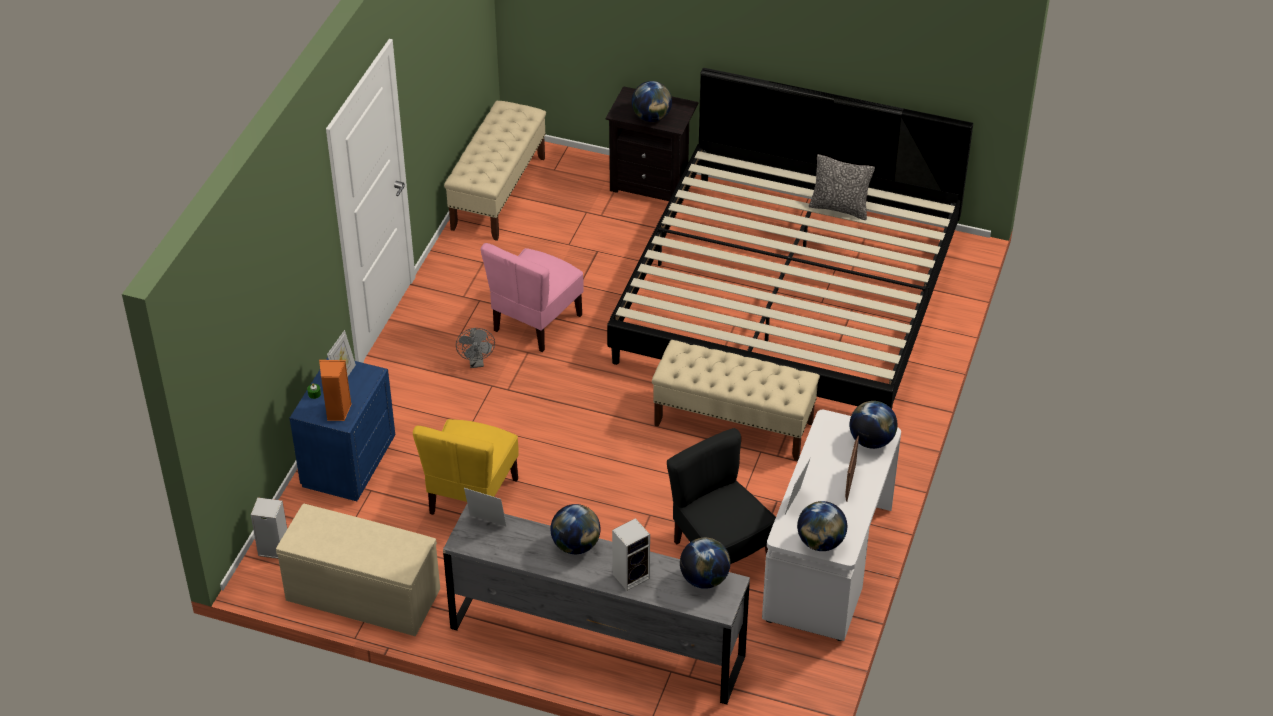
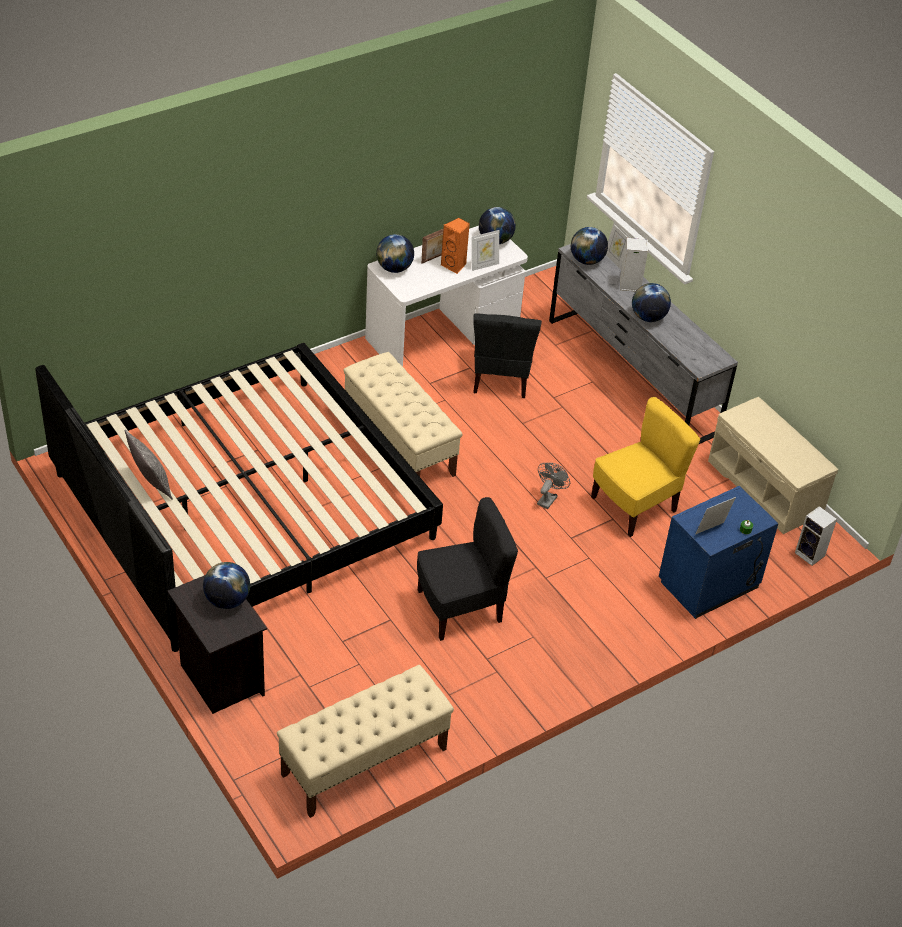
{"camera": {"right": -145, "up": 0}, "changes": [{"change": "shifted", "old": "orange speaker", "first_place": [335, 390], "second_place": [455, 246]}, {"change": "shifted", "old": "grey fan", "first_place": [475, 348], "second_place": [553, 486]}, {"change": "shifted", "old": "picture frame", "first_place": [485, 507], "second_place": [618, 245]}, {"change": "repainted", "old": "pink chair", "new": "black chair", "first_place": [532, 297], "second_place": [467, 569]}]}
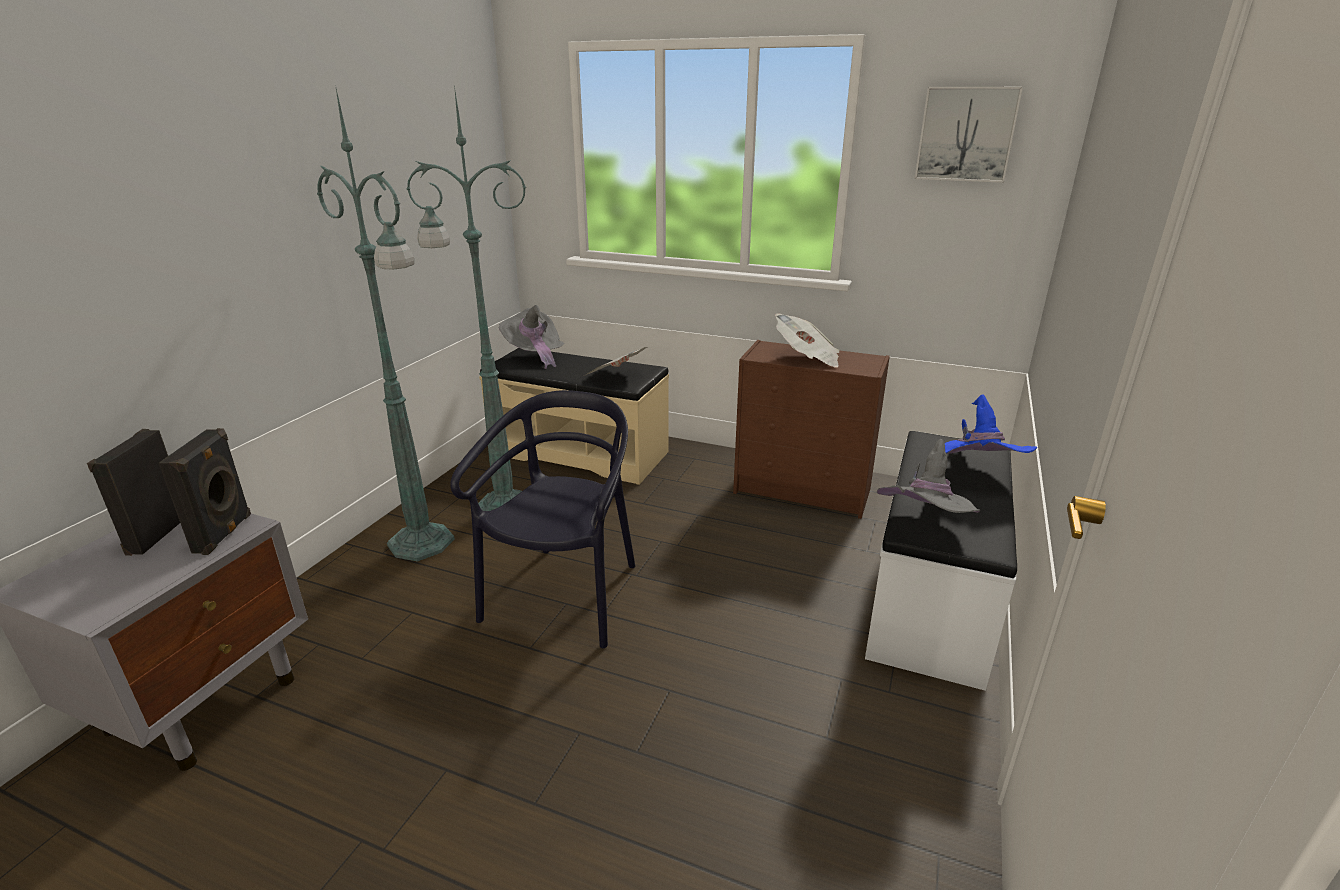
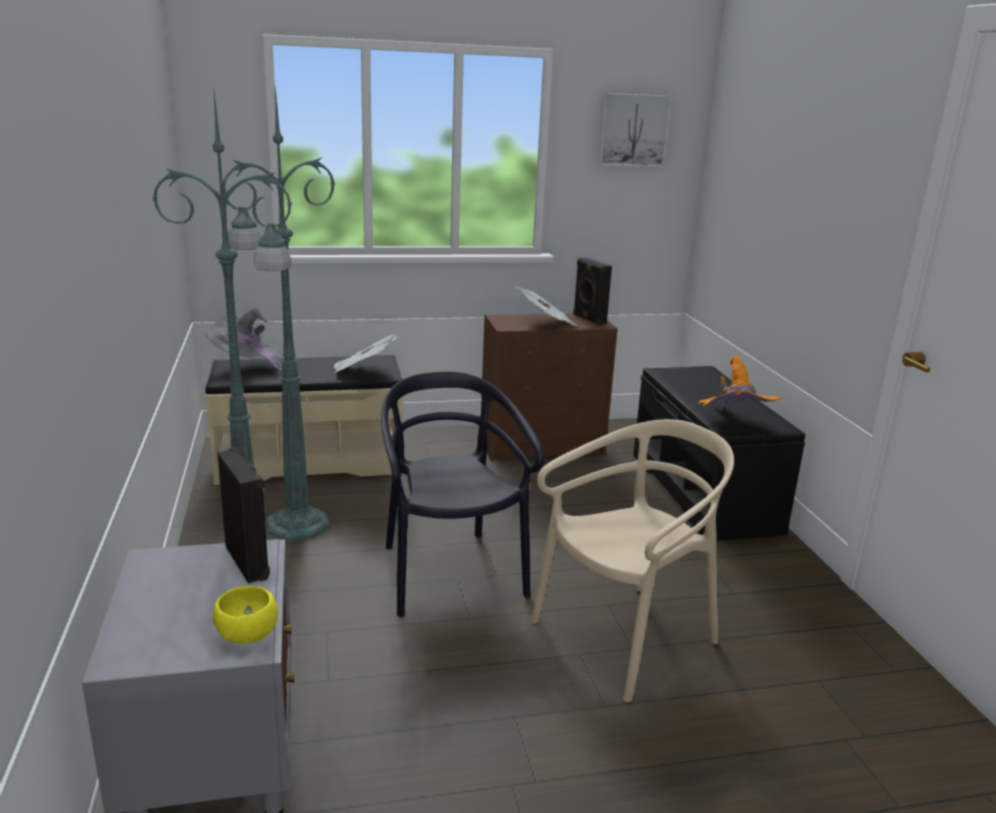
{"camera": {"right": -35, "up": -5}, "changes": [{"change": "shifted", "old": "black speaker", "first_place": [133, 492], "second_place": [592, 291]}, {"change": "repainted", "old": "white bench", "new": "black bench", "first_place": [941, 561], "second_place": [719, 453]}, {"change": "repainted", "old": "grey hat", "new": "orange hat", "first_place": [928, 476], "second_place": [740, 381]}, {"change": "gone", "old": "blue hat", "first_place": [991, 424]}, {"change": "new", "new": "yellow bowl", "second_place": [245, 615]}, {"change": "new", "new": "beige chair", "second_place": [632, 560]}]}
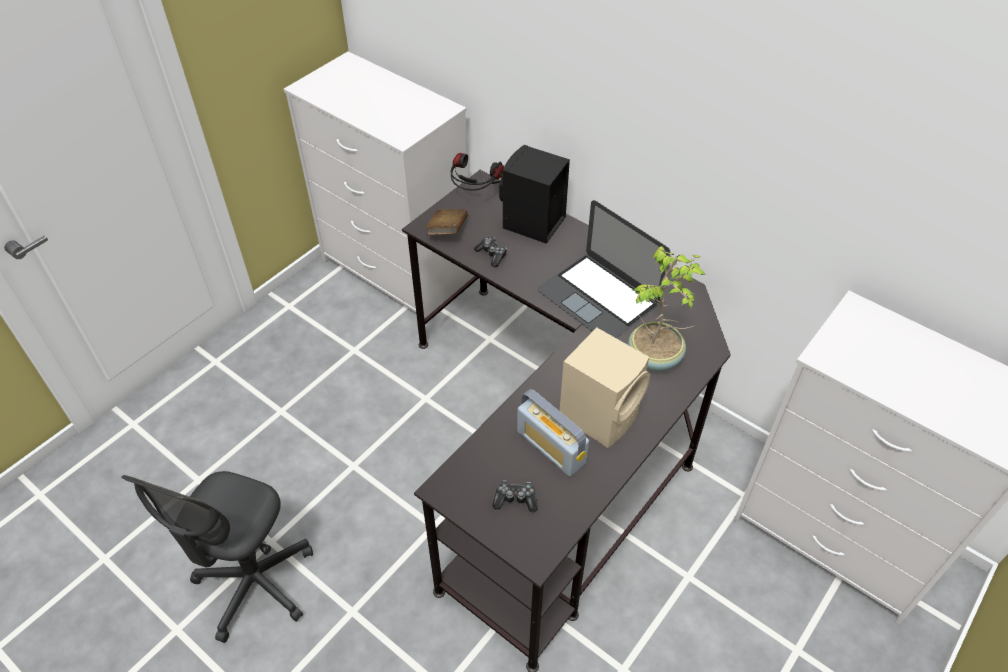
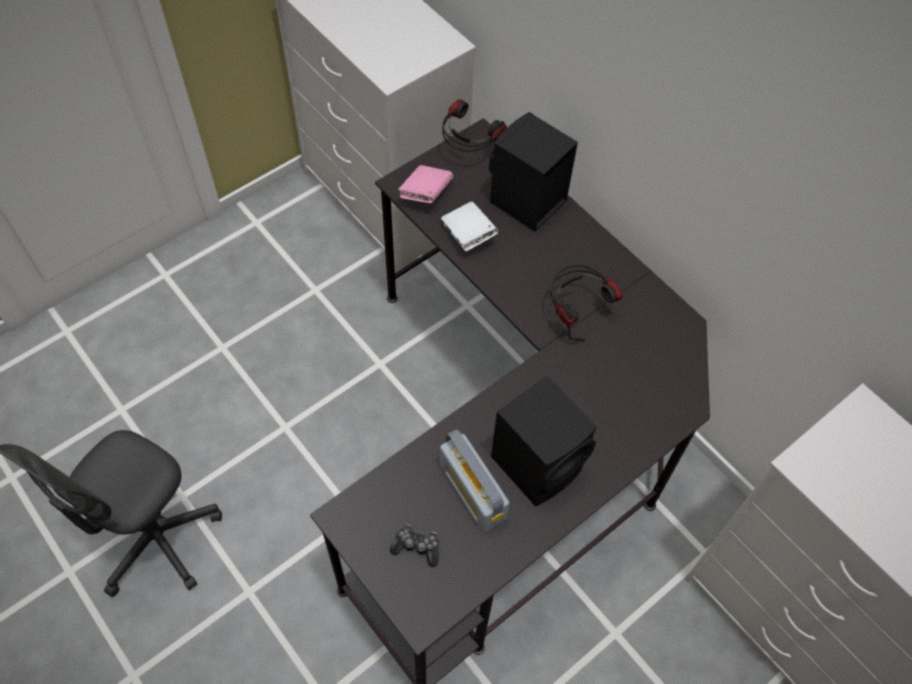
{"camera": {"right": 10, "up": 10}, "changes": [{"change": "repainted", "old": "brown book", "new": "pink book", "first_place": [447, 222], "second_place": [425, 184]}, {"change": "swapped", "old": "game controller", "new": "white book", "first_place": [490, 252], "second_place": [469, 226]}, {"change": "swapped", "old": "laptop", "new": "headphones", "first_place": [603, 269], "second_place": [586, 302]}, {"change": "repainted", "old": "beige speaker", "new": "black speaker", "first_place": [605, 388], "second_place": [544, 441]}, {"change": "gone", "old": "potted plant", "first_place": [667, 308]}]}
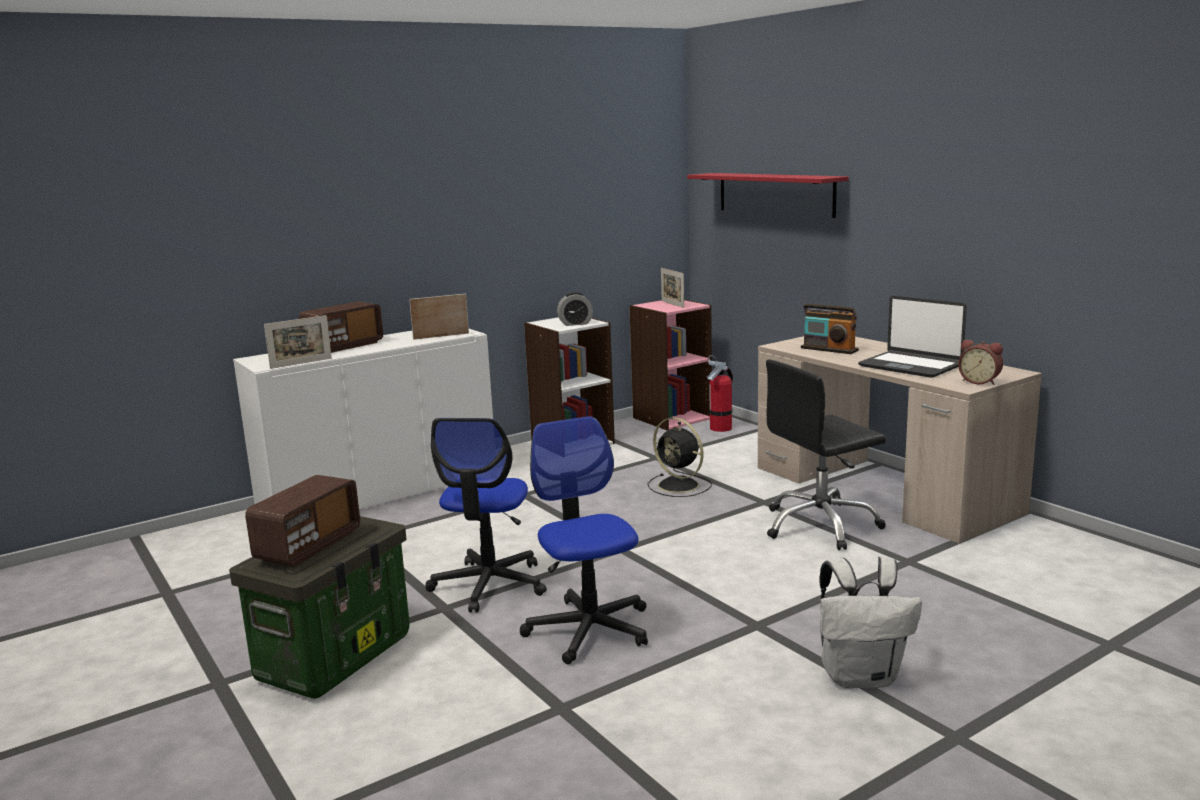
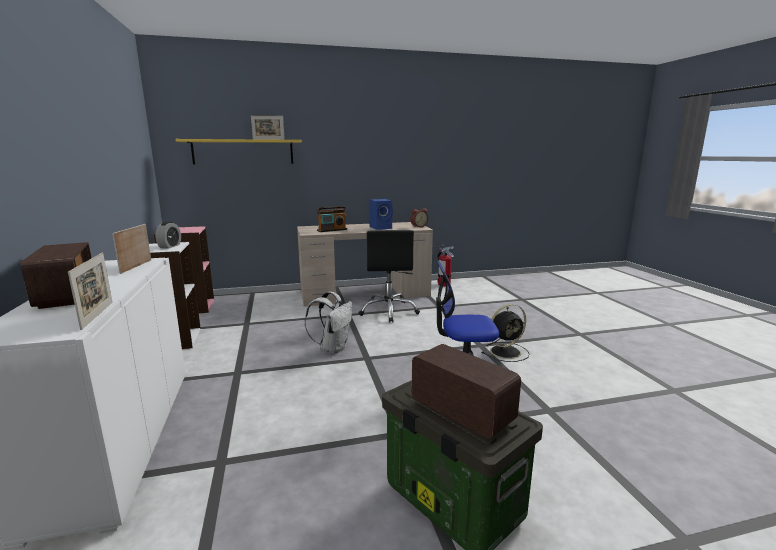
{"camera": {"right": -70, "up": 0}, "changes": [{"change": "gone", "old": "office chair", "first_place": [486, 515]}, {"change": "shifted", "old": "black fan", "first_place": [680, 457], "second_place": [506, 333]}, {"change": "shifted", "old": "picture frame", "first_place": [672, 288], "second_place": [268, 128]}, {"change": "repainted", "old": "red shelf", "new": "yellow shelf", "first_place": [768, 195], "second_place": [239, 151]}, {"change": "shifted", "old": "fire extinguisher", "first_place": [720, 393], "second_place": [445, 266]}, {"change": "shifted", "old": "white backpack", "first_place": [870, 623], "second_place": [328, 323]}, {"change": "swapped", "old": "laptop", "new": "blue speaker", "first_place": [912, 337], "second_place": [381, 214]}]}
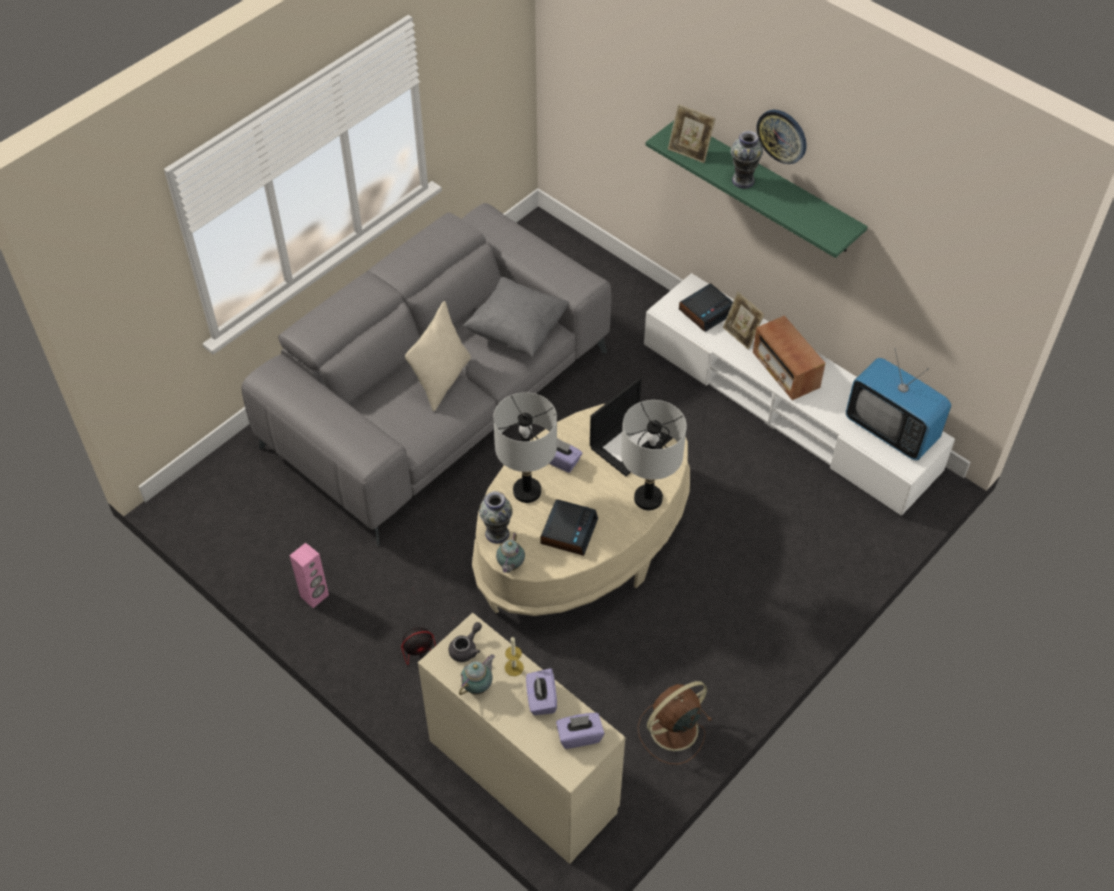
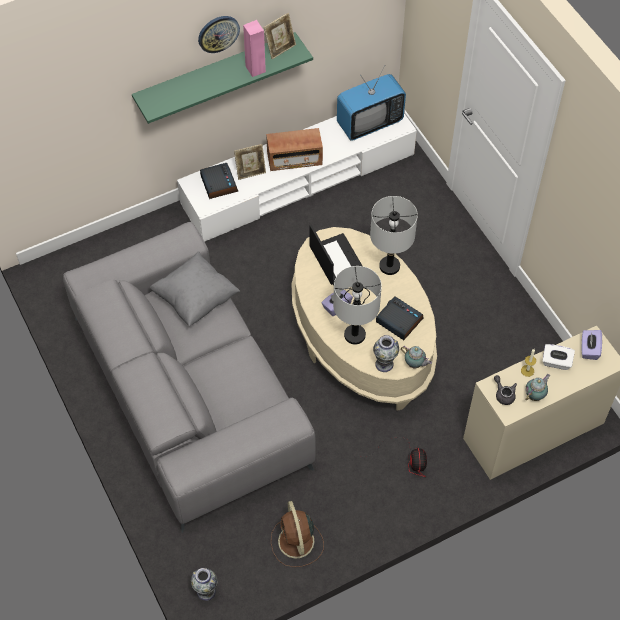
{"camera": {"right": -70, "up": 5}, "changes": [{"change": "shifted", "old": "pink speaker", "first_place": [309, 575], "second_place": [254, 48]}, {"change": "gone", "old": "beige pillow", "first_place": [438, 356]}, {"change": "rotated", "old": "teapot", "first_place": [477, 674], "second_place": [538, 387], "degrees": 75}, {"change": "repainted", "old": "purple tissue box", "new": "white tissue box", "first_place": [541, 691], "second_place": [558, 357]}, {"change": "shifted", "old": "brown fan", "first_place": [675, 723], "second_place": [297, 534]}, {"change": "shifted", "old": "picture frame", "first_place": [692, 133], "second_place": [280, 36]}, {"change": "shifted", "old": "vase", "first_place": [747, 160], "second_place": [204, 584]}]}
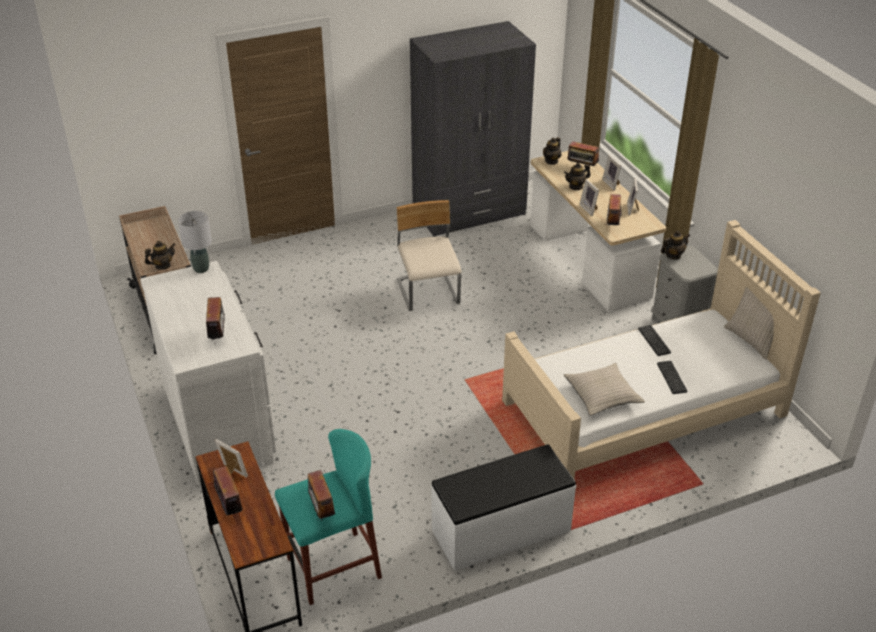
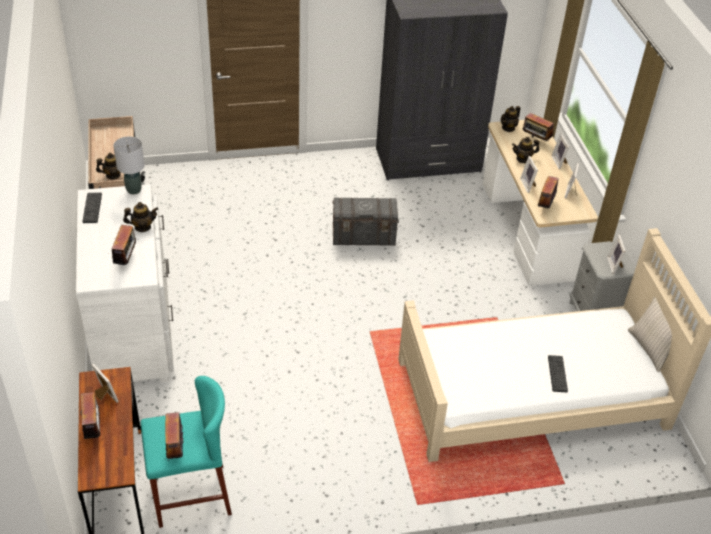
{"camera": {"right": 10, "up": 5}, "changes": [{"change": "swapped", "old": "beige chair", "new": "grey storage box", "first_place": [429, 255], "second_place": [365, 222]}, {"change": "gone", "old": "white bench", "first_place": [503, 507]}, {"change": "gone", "old": "beige pillow", "first_place": [604, 389]}, {"change": "shifted", "old": "keyboard", "first_place": [654, 340], "second_place": [92, 208]}, {"change": "shifted", "old": "teapot", "first_place": [675, 245], "second_place": [140, 217]}, {"change": "new", "new": "picture frame", "second_place": [616, 254]}]}
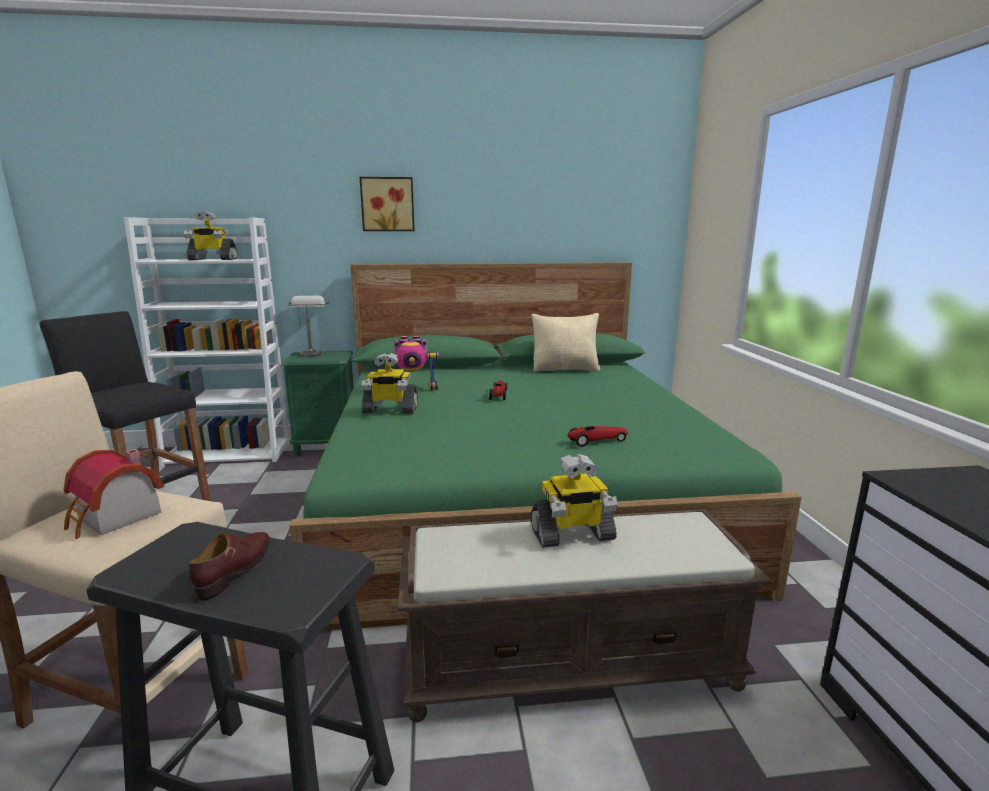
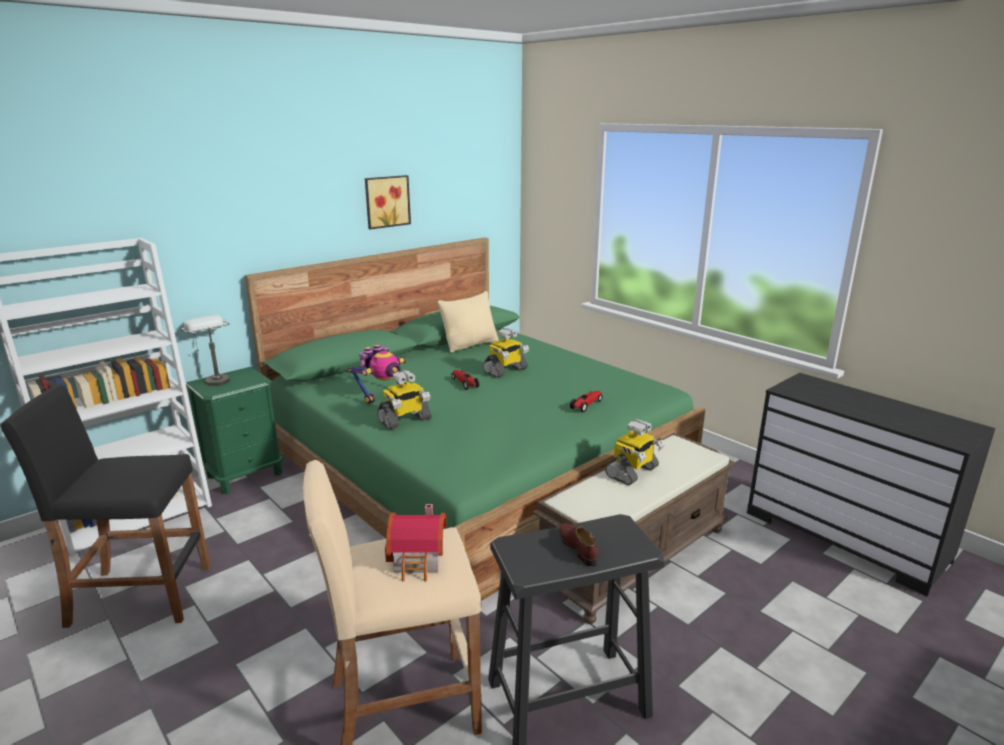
{"camera": {"right": -35, "up": 5}, "changes": [{"change": "shifted", "old": "toy robot", "first_place": [211, 235], "second_place": [506, 353]}, {"change": "shifted", "old": "picture", "first_place": [387, 204], "second_place": [388, 202]}]}
